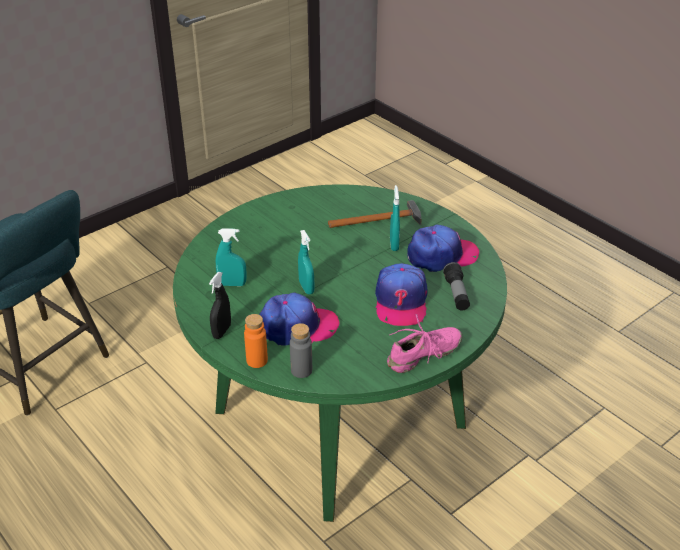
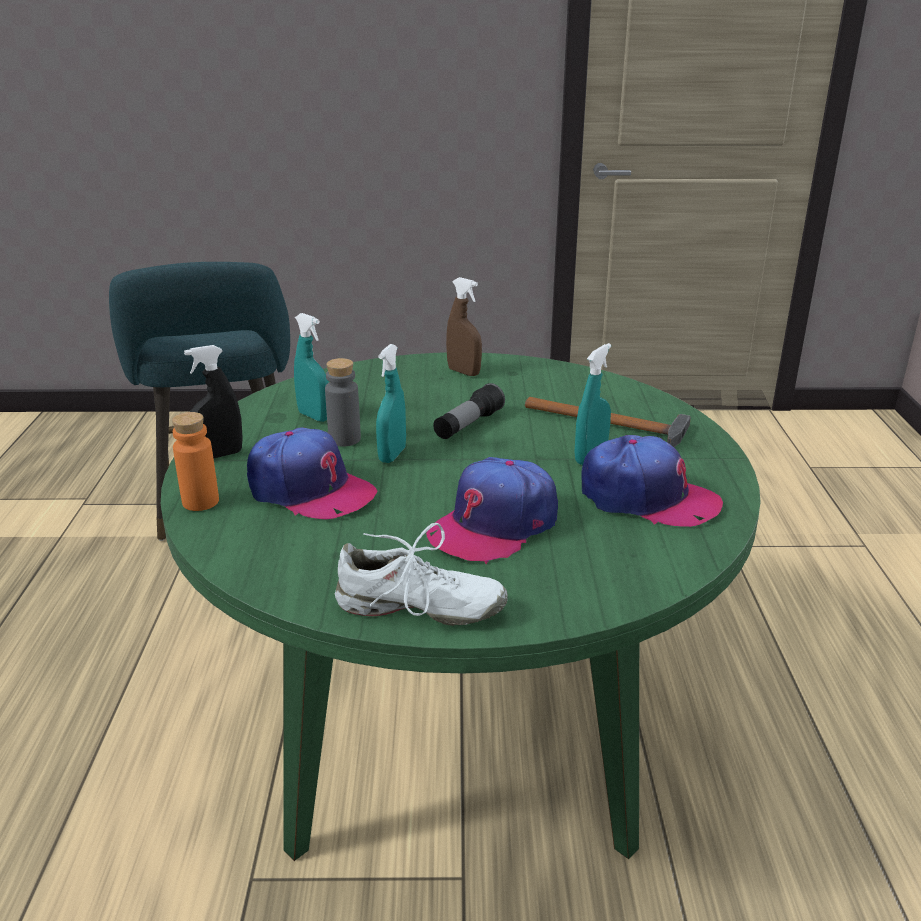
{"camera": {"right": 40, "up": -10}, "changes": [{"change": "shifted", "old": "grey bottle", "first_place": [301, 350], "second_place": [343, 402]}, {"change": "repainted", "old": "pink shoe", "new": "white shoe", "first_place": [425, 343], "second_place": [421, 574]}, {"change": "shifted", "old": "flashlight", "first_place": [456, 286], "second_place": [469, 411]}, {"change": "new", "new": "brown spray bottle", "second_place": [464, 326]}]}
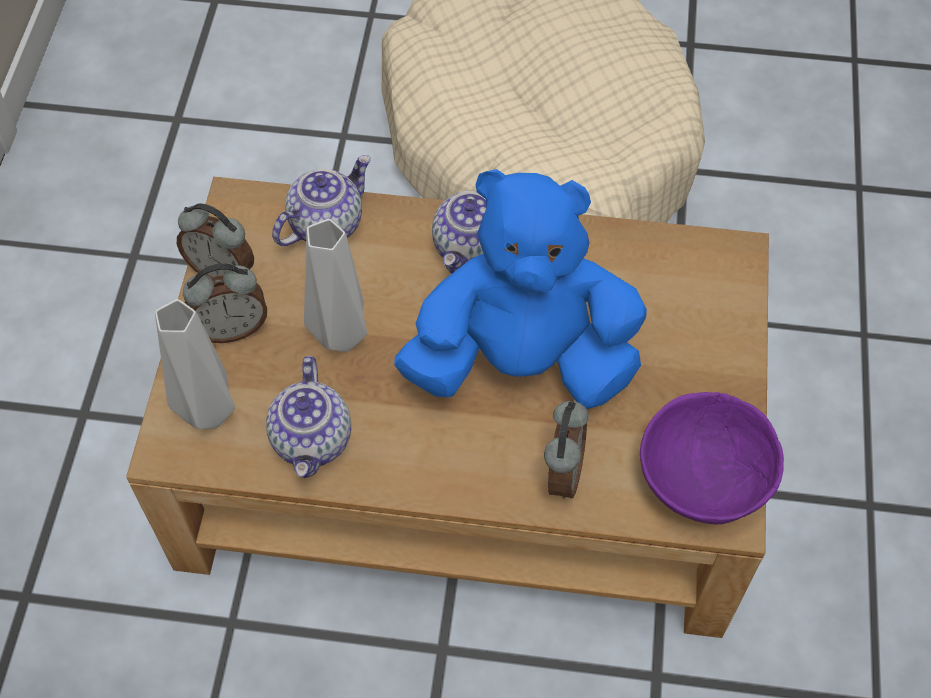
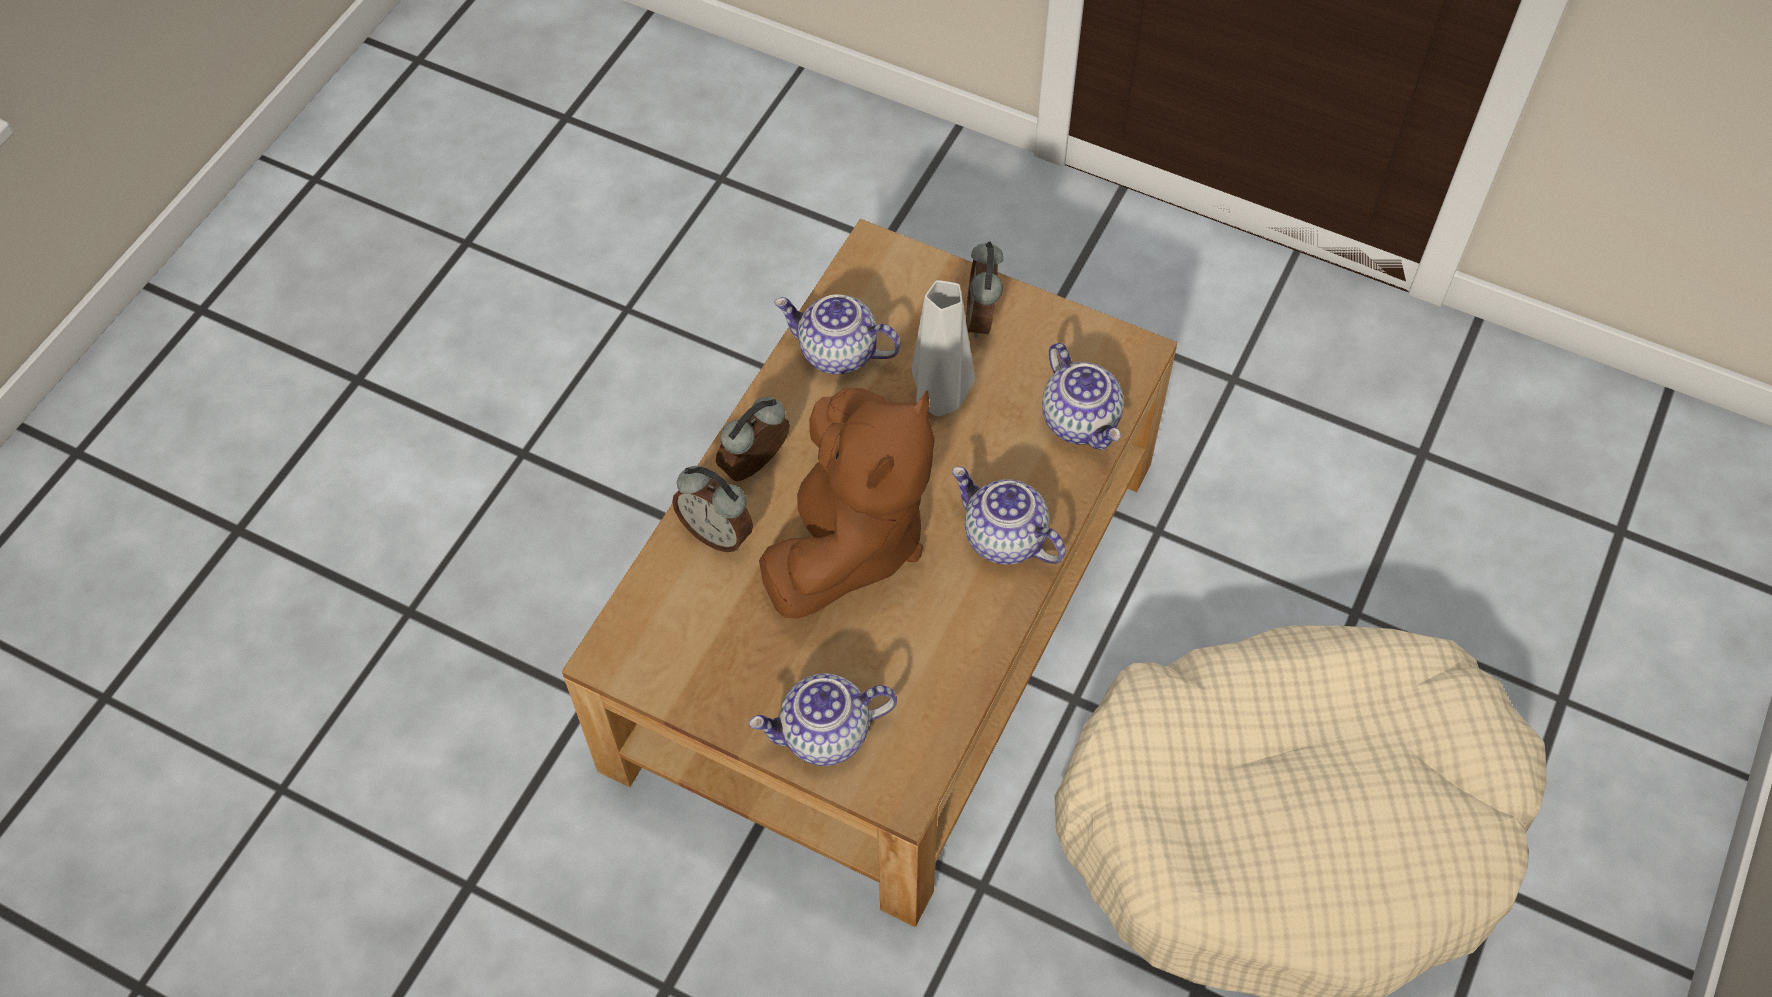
{"camera": {"right": 110, "up": 0}, "changes": [{"change": "gone", "old": "grey vase", "first_place": [195, 364]}, {"change": "shifted", "old": "alarm clock", "first_place": [215, 240], "second_place": [753, 439]}, {"change": "repainted", "old": "blue plush toy", "new": "brown plush toy", "first_place": [520, 289], "second_place": [847, 503]}, {"change": "gone", "old": "purple bowl", "first_place": [712, 458]}, {"change": "new", "new": "teapot", "second_place": [823, 720]}]}
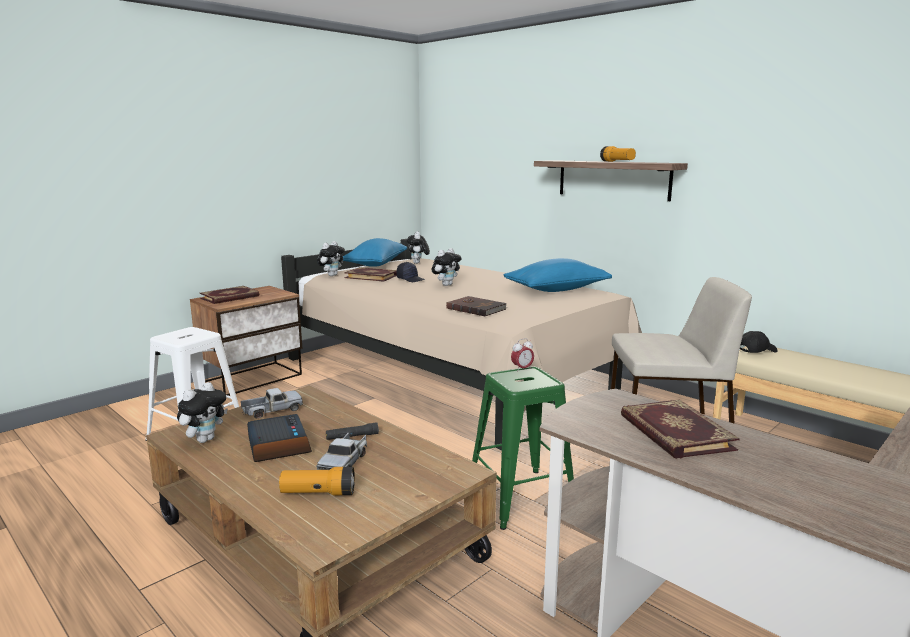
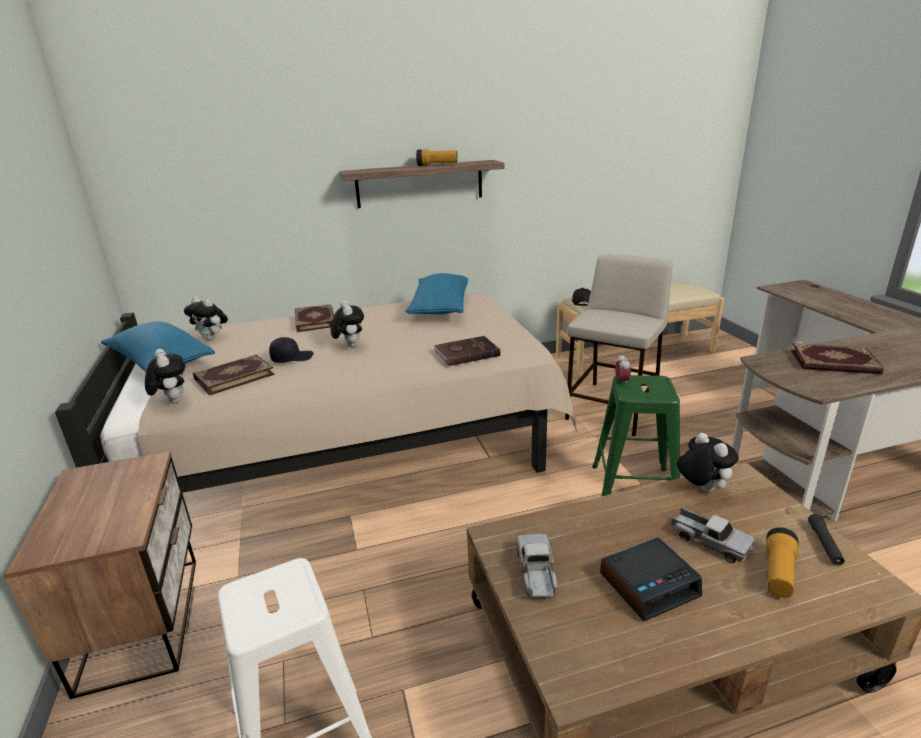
{"camera": {"right": -60, "up": 10}, "changes": [{"change": "shifted", "old": "plush toy", "first_place": [202, 412], "second_place": [708, 462]}, {"change": "shifted", "old": "book", "first_place": [229, 295], "second_place": [314, 318]}, {"change": "rotated", "old": "alarm clock", "first_place": [279, 438], "second_place": [651, 579], "degrees": 150}, {"change": "shifted", "old": "black flashlight", "first_place": [352, 431], "second_place": [826, 540]}]}
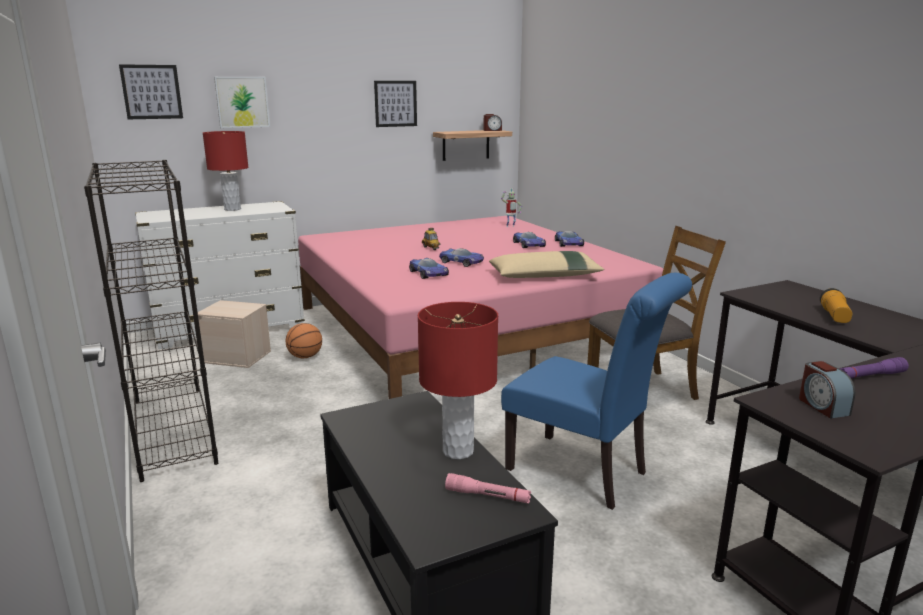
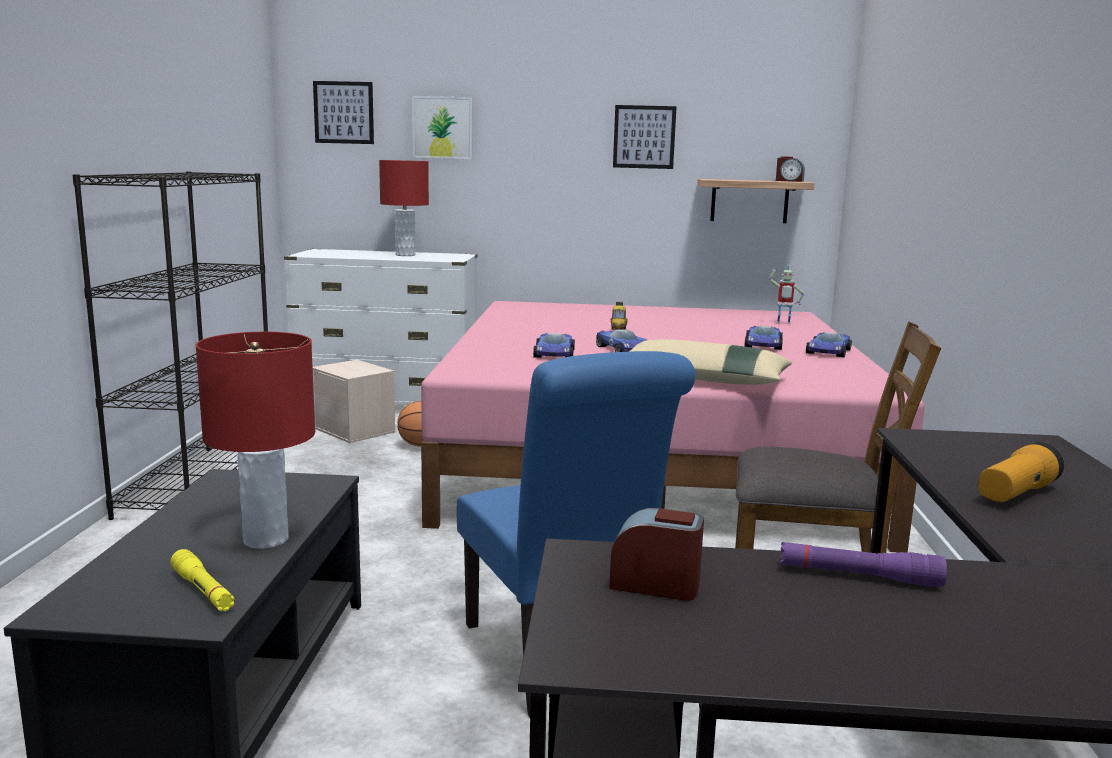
{"camera": {"right": 30, "up": -5}, "changes": [{"change": "repainted", "old": "pink flashlight", "new": "yellow flashlight", "first_place": [488, 488], "second_place": [202, 580]}, {"change": "rotated", "old": "alarm clock", "first_place": [827, 389], "second_place": [656, 554], "degrees": 90}]}
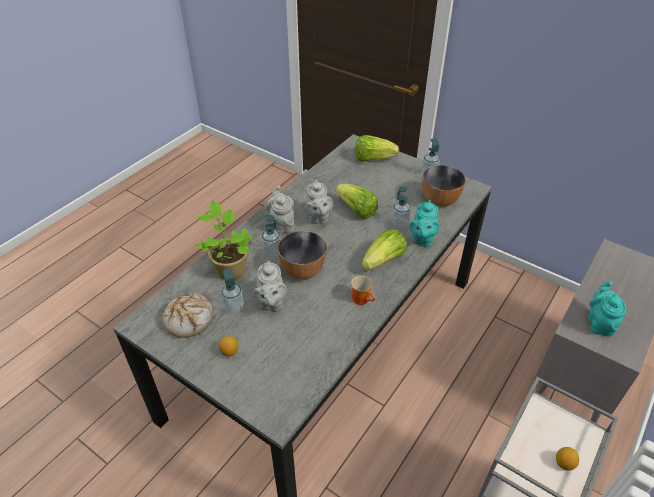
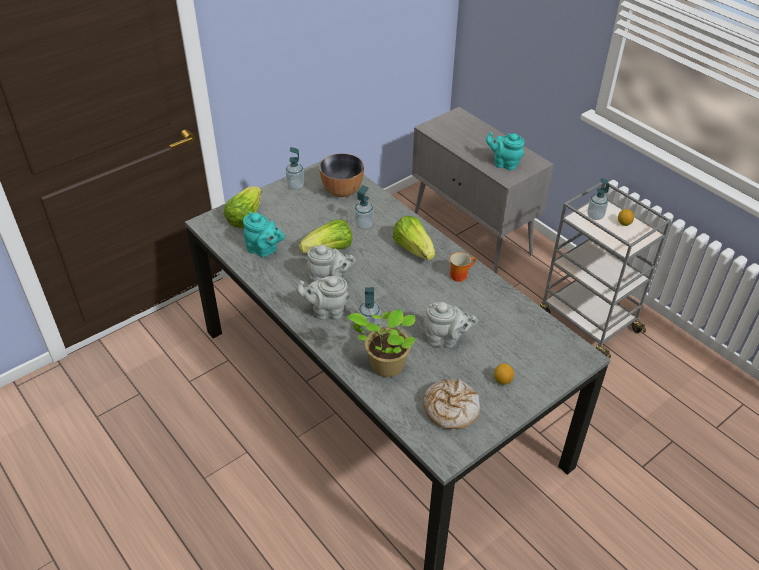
{"camera": {"right": -75, "up": 0}, "changes": [{"change": "shifted", "old": "soap dispenser", "first_place": [232, 291], "second_place": [598, 199]}, {"change": "gone", "old": "bowl", "first_place": [302, 255]}, {"change": "shifted", "old": "turquoise teapot", "first_place": [424, 223], "second_place": [264, 235]}]}
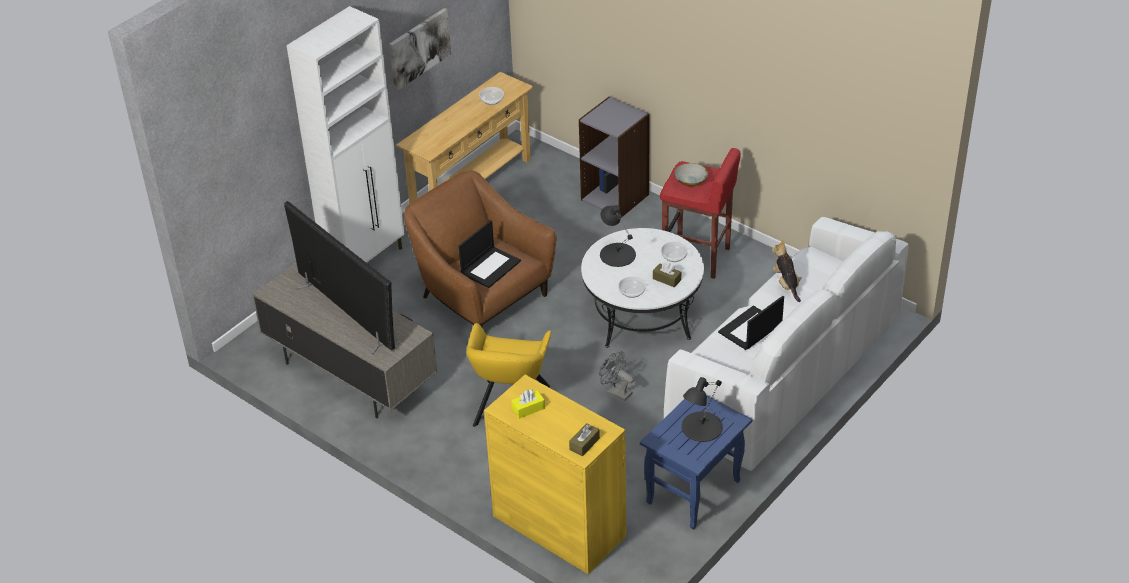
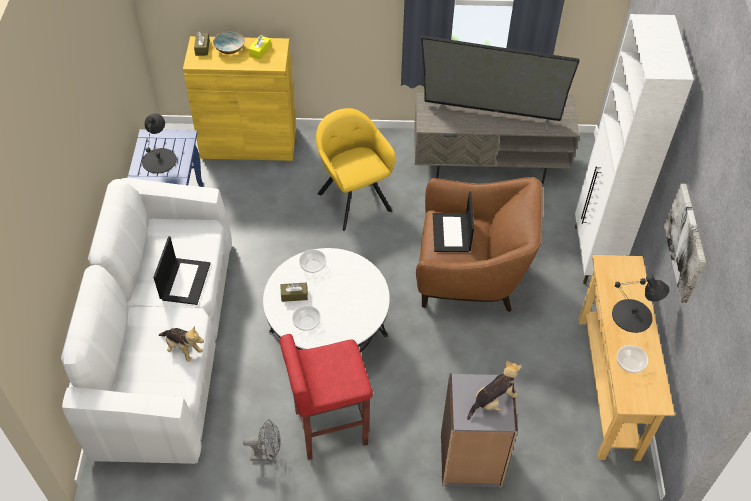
{"camera": {"right": 140, "up": 10}, "changes": [{"change": "shifted", "old": "grey fan", "first_place": [616, 376], "second_place": [262, 441]}, {"change": "shifted", "old": "black table lamp", "first_place": [618, 236], "second_place": [640, 303]}, {"change": "shifted", "old": "bowl", "first_place": [691, 174], "second_place": [229, 42]}, {"change": "new", "new": "plush toy", "second_place": [494, 390]}]}
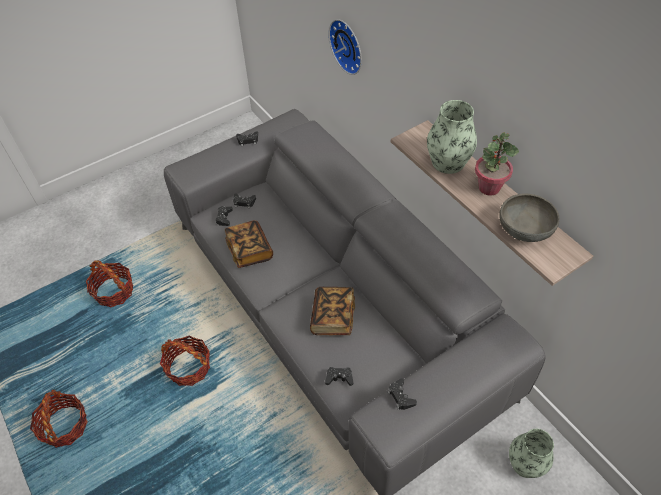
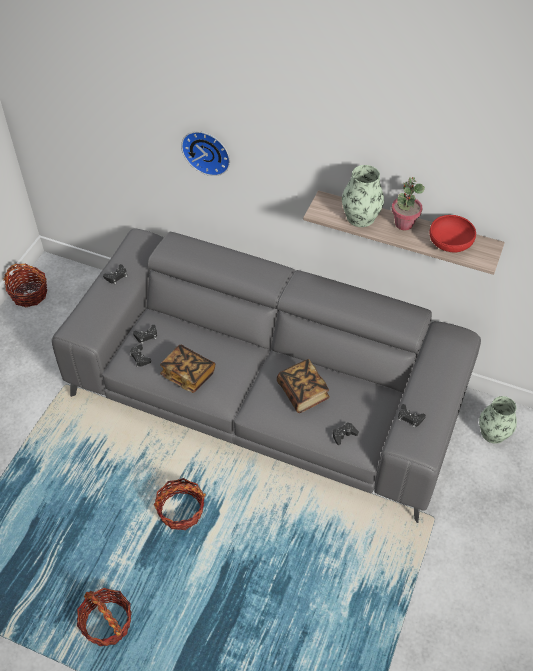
{"camera": {"right": -35, "up": 0}, "changes": [{"change": "shifted", "old": "basket", "first_place": [109, 283], "second_place": [25, 285]}, {"change": "repainted", "old": "grey bowl", "new": "red bowl", "first_place": [529, 218], "second_place": [452, 234]}]}
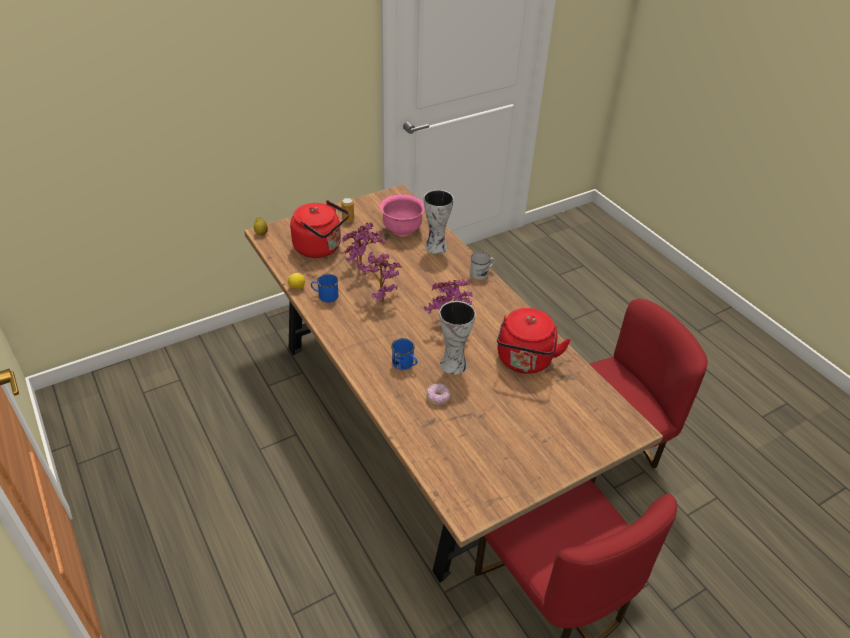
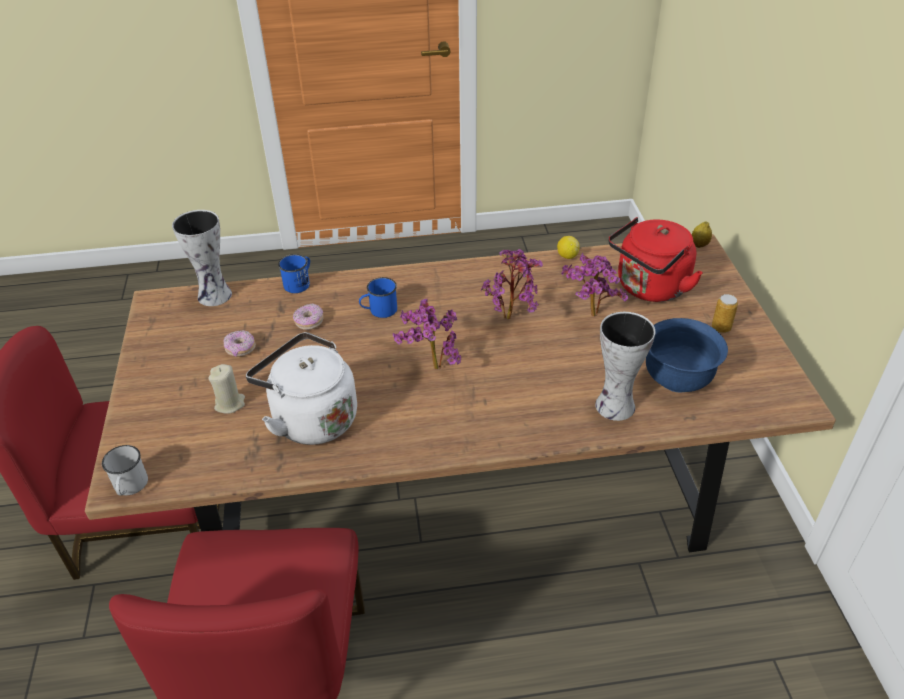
{"camera": {"right": 115, "up": 0}, "changes": [{"change": "shifted", "old": "blue mug", "first_place": [324, 288], "second_place": [294, 273]}, {"change": "repainted", "old": "pink bowl", "new": "blue bowl", "first_place": [402, 215], "second_place": [687, 355]}, {"change": "shifted", "old": "vase", "first_place": [457, 337], "second_place": [202, 258]}, {"change": "shifted", "old": "white mug", "first_place": [482, 266], "second_place": [125, 470]}, {"change": "repainted", "old": "red kettle", "new": "white kettle", "first_place": [534, 341], "second_place": [301, 388]}, {"change": "new", "new": "beige candle", "second_place": [226, 389]}, {"change": "new", "new": "donut", "second_place": [240, 343]}]}
